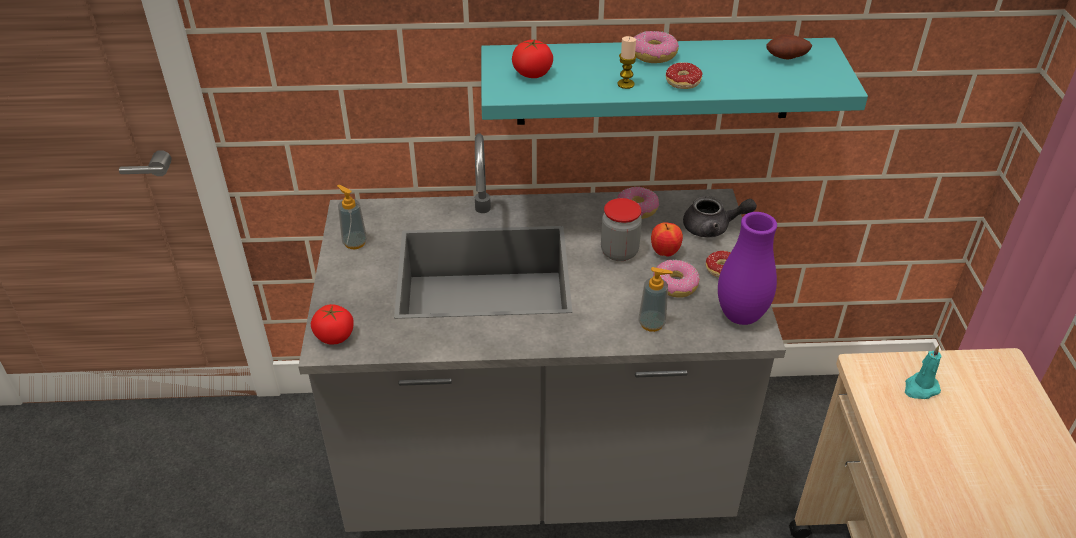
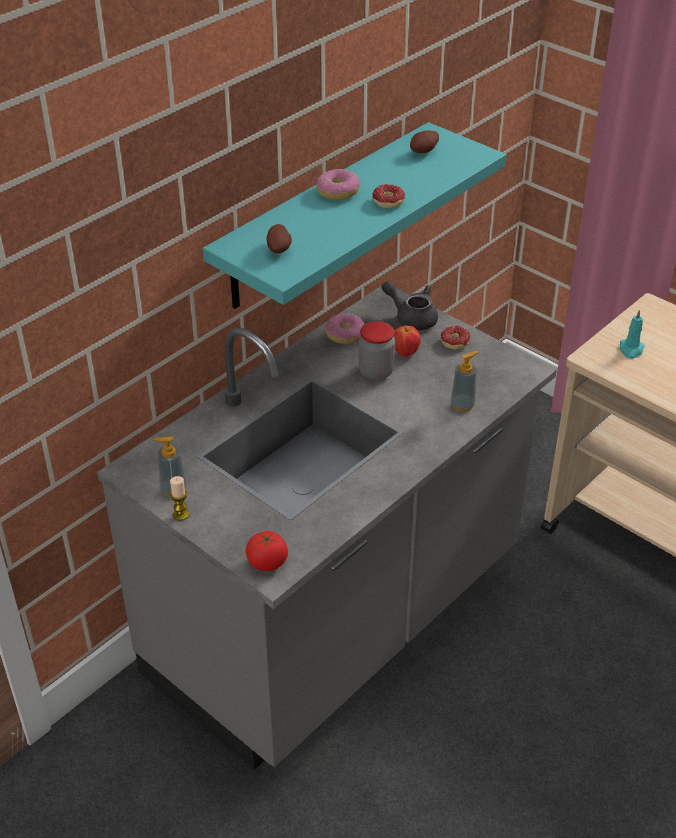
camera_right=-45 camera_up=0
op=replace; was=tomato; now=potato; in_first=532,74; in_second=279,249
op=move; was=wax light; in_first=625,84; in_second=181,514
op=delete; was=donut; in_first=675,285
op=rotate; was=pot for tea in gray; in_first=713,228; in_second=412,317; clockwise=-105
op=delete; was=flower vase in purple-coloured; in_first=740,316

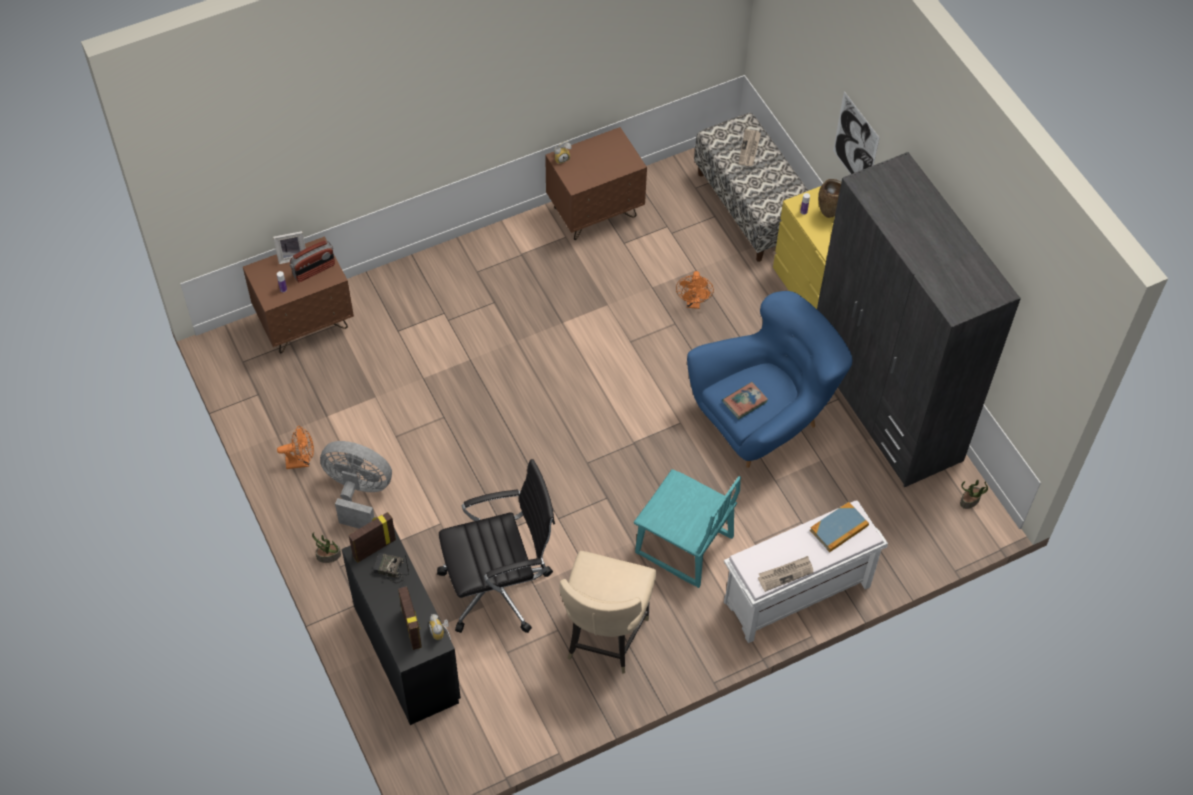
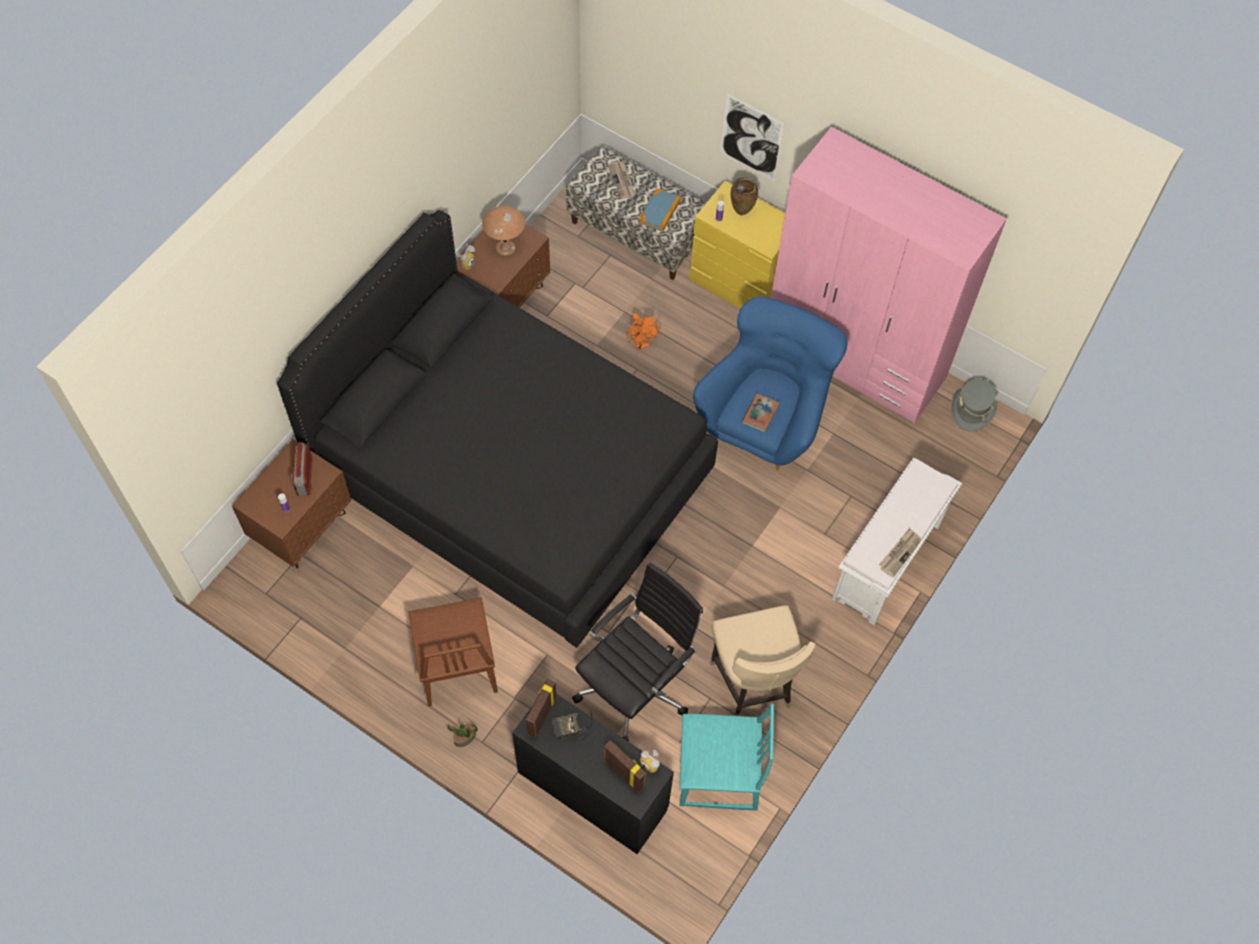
camera_right=-30 camera_up=5
op=delete; was=picture frame; in_first=292,256
op=delete; was=electric fan in orange-coloured; in_first=301,461
op=rotate; was=radio; in_first=314,270; in_second=304,476; clockwise=150
op=replace; was=electric fan in gray; now=upright chair in brown; in_first=358,494; in_second=455,665
op=move; was=upright chair in turquoise-coloured; in_first=683,546; in_second=719,774
op=move; was=bound book; in_first=839,528; in_second=659,211
op=recolor; was=clothes cupboard in gray; now=clothes cupboard in pink-coloured; in_first=884,404; in_second=854,358
op=replace; was=potted plant; now=wearable hat in gray; in_first=970,501; in_second=972,410
op=insert; now=sleeping bed in blackish; in_second=512,475
op=insert; now=tabletop lamp in brown; in_second=506,248

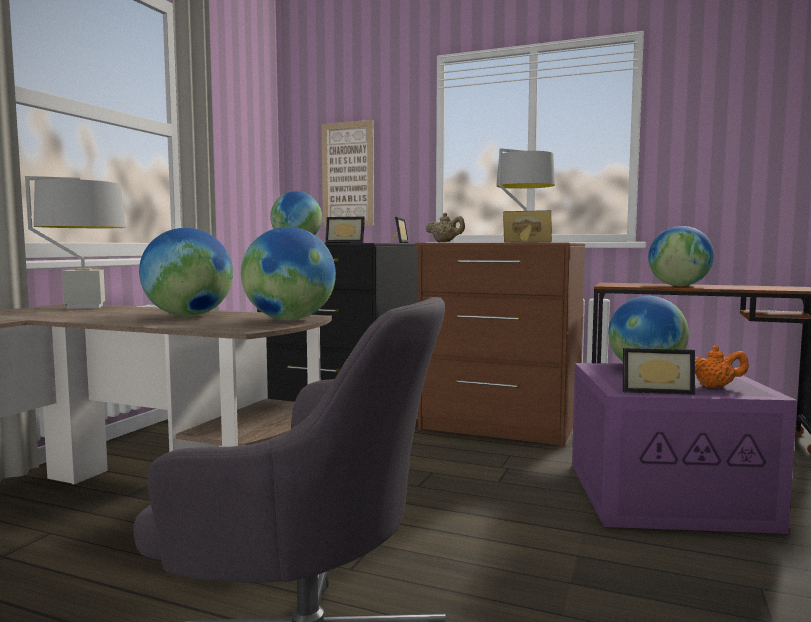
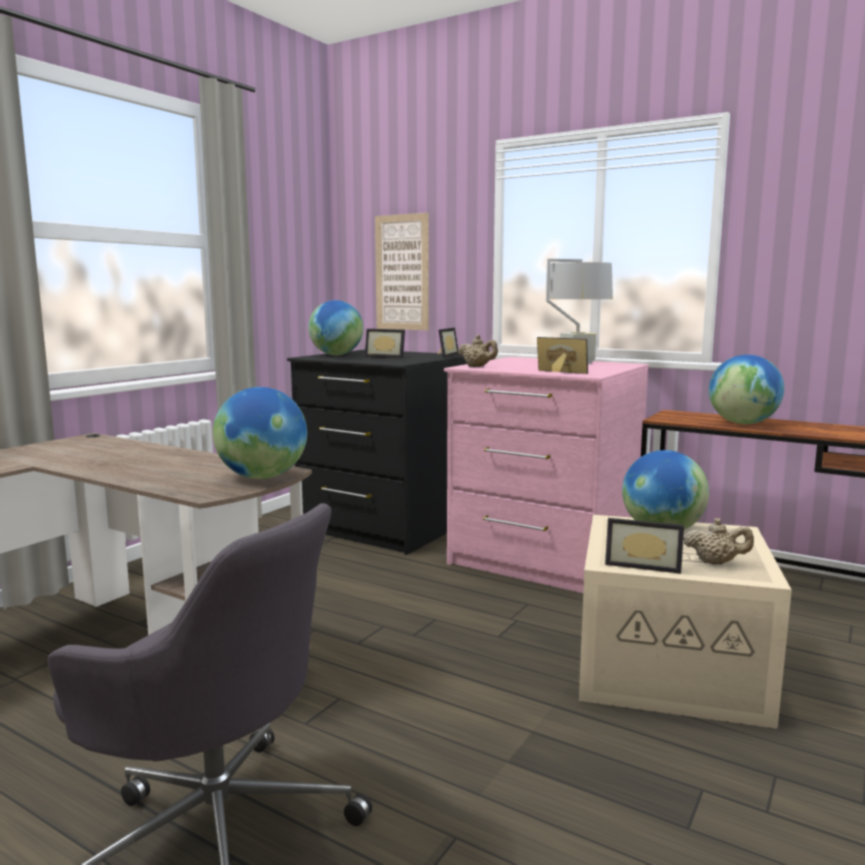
camera_right=10 camera_up=5
op=delete; was=tabletop lamp in gray; in_first=84,307
op=delete; was=world globe; in_first=188,316
op=recolor; was=drawer chest in brown; now=drawer chest in pink-coloured; in_first=502,421; in_second=542,558
op=recolor; was=storage container in purple-coloured; now=storage container in beige; in_first=667,493; in_second=672,666
op=recolor; was=pot for tea in orange-coloured; now=pot for tea in beige; in_first=715,387; in_second=716,563

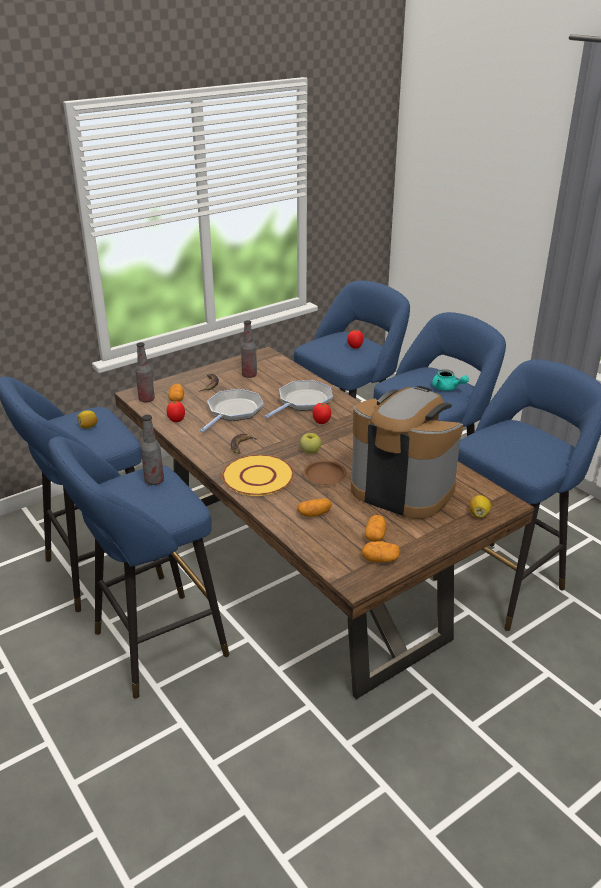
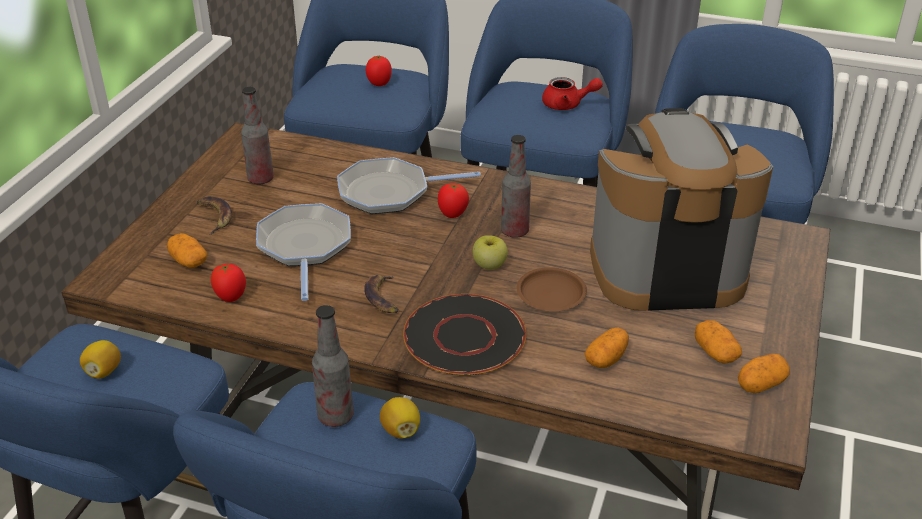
camera_right=-35 camera_up=5
op=move; was=bottle; in_first=146,399; in_second=514,231
op=recolor; was=flat dish in yellow-coloured; now=flat dish in blackish; in_first=257,477; in_second=463,337
op=rotate; was=pan; in_first=303,401; in_second=389,192; clockwise=-105
op=recolor; was=pot for tea in turquoise-coloured; now=pot for tea in reddish; in_first=447,388; in_second=567,105
op=move; was=citrus fruit; in_first=478,514; in_second=401,430

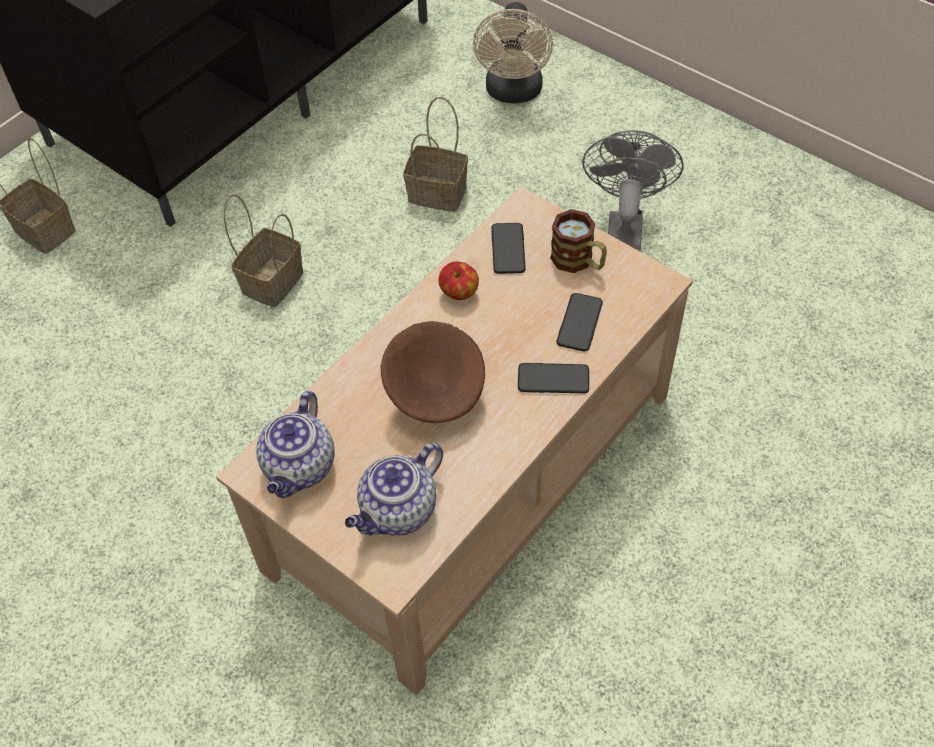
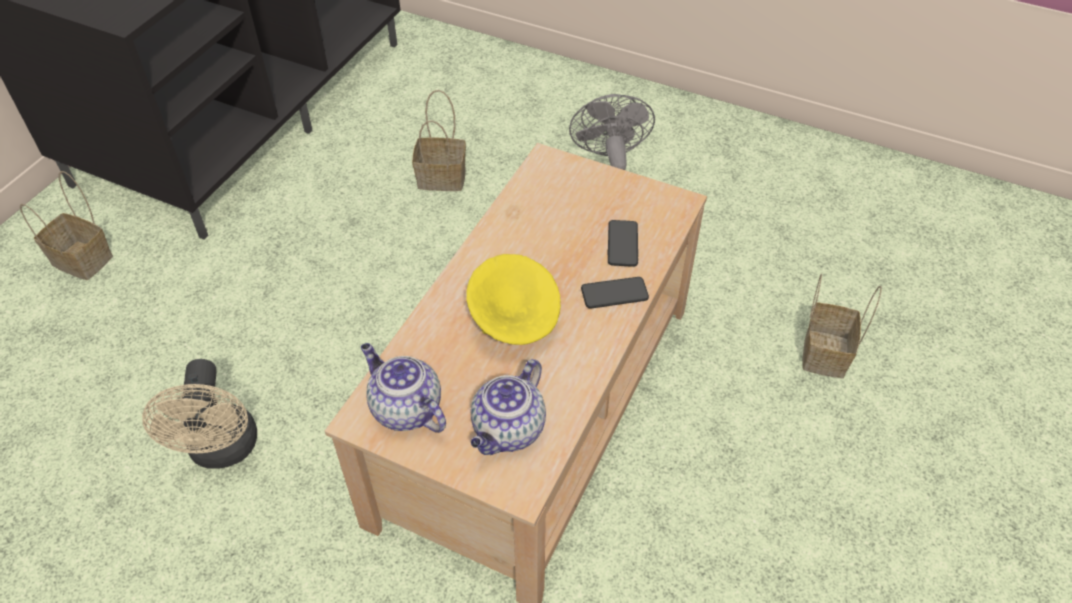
camera_right=-15 camera_up=-5
op=move; was=basket; in_first=272,280; in_second=824,352
op=rotate; was=pot for tea; in_first=300,468; in_second=405,409; clockwise=135
op=recolor; was=deep dish in brown; now=deep dish in yellow-coloured; in_first=436,399; in_second=515,327
op=delete; was=apple; in_first=459,293
op=move; was=electric fan in beige; in_first=513,93; in_second=223,451
op=delete; was=handset; in_first=508,249
op=delete; was=tea mug; in_first=578,261

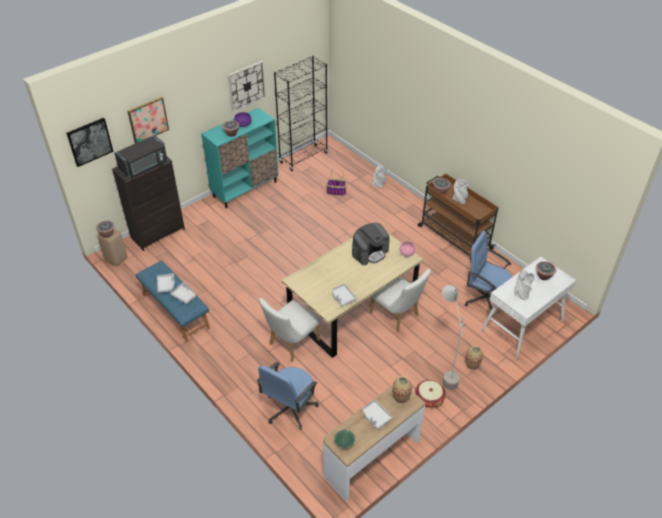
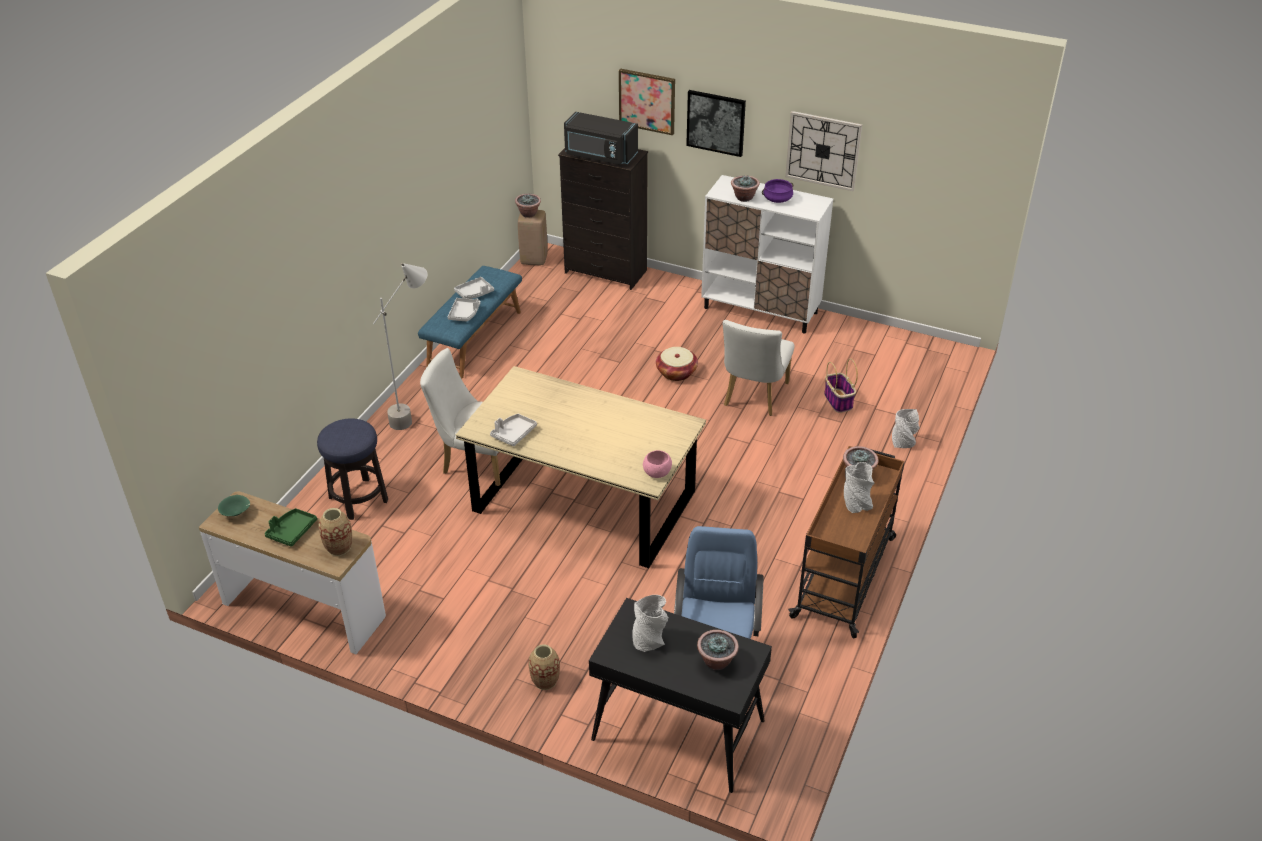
camera_right=65 camera_up=-5
op=move; was=picture; in_first=89,141; in_second=716,122
op=recolor; was=cupboard in turquoise-coloured; now=cupboard in white; in_first=245,189; in_second=761,310
op=replace; was=computer chair in bluish; now=stool; in_first=290,408; in_second=358,499
op=delete; was=bookshelf in blackish; in_first=303,158
op=delete; was=coffee maker; in_first=370,252
op=recolor; was=carrying tray in gray; now=carrying tray in green; in_first=376,417; in_second=292,531
op=move; was=upright chair in white; in_first=397,316; in_second=753,397
op=move; was=basket; in_first=429,398; in_second=676,372
op=move; was=standing lamp in gray; in_first=444,373; in_second=416,414
op=recolor; was=desk unit in white; now=desk unit in blackish; in_first=522,326; in_second=677,730

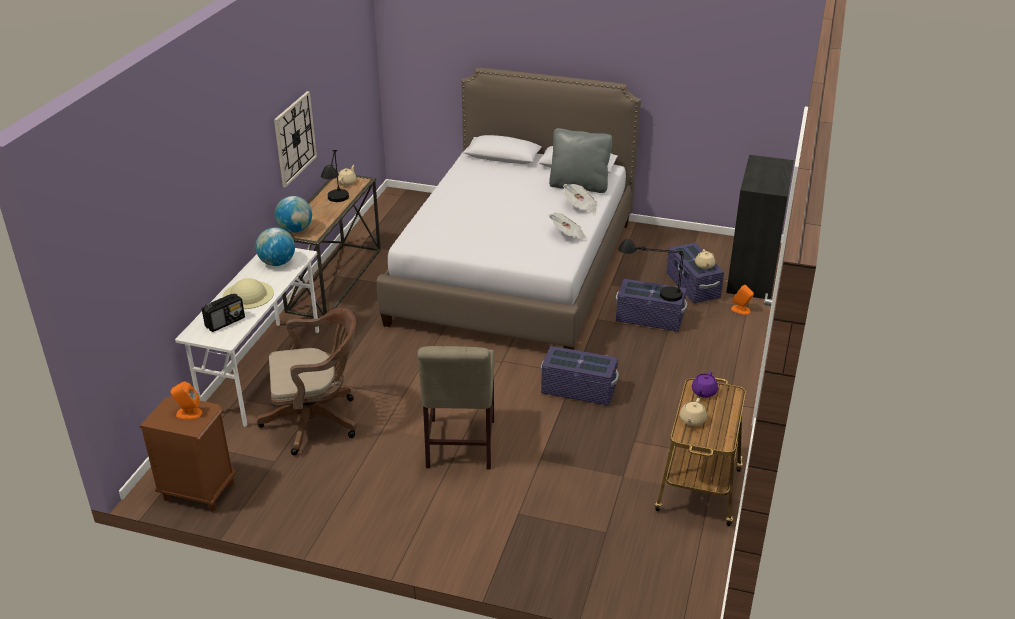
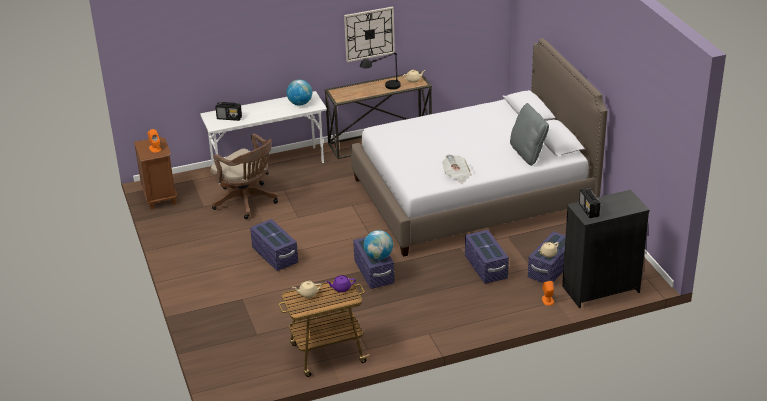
camera_right=55 camera_up=0
op=delete; was=wearable hat in beige; in_first=248,295
op=move; was=world globe; in_first=295,230; in_second=378,256
op=replace; was=upright chair in beige; now=storage container in purple-coloured; in_first=459,447; in_second=275,255
op=delete; was=printed paper; in_first=580,207
op=delete; was=tabletop lamp in blackish; in_first=651,293
op=insert; now=radio; in_second=589,210

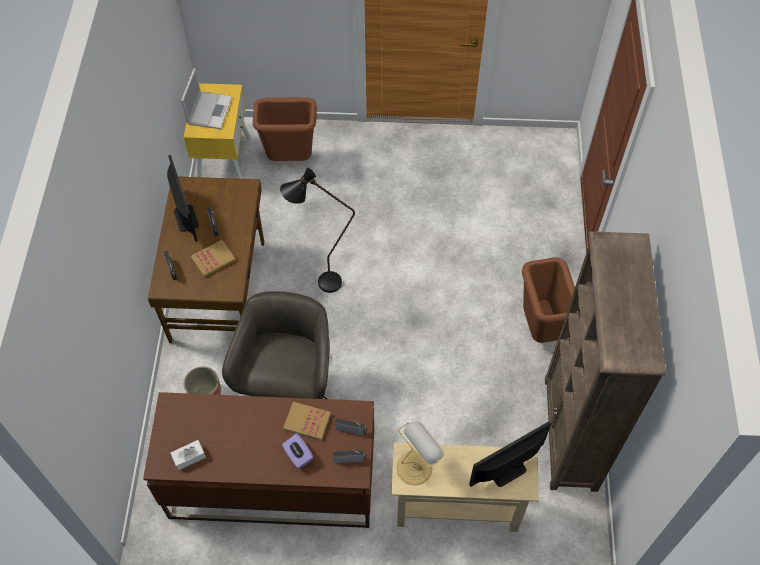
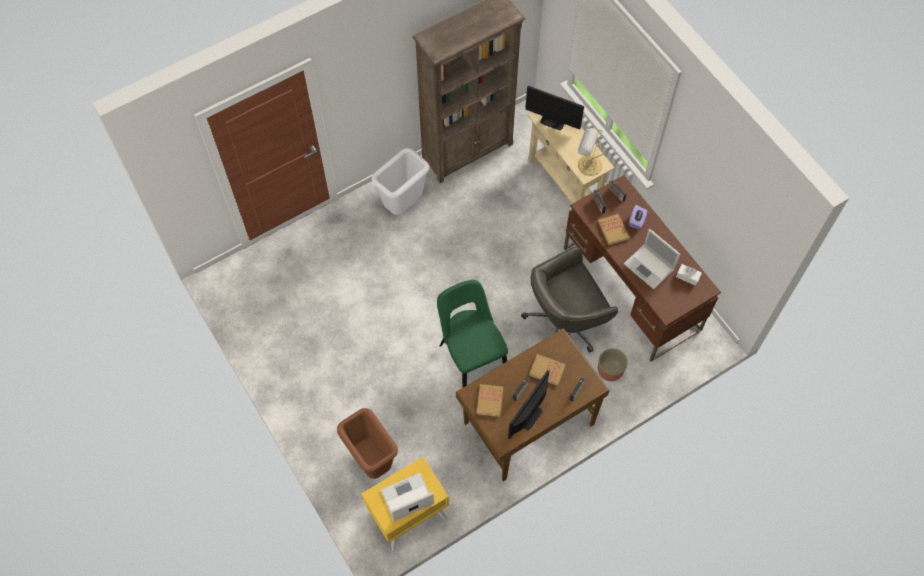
camera_right=-125 camera_up=5
op=replace; was=standing lamp in blackish; now=upright chair in green; in_first=321,285; in_second=471,357
op=recolor; was=rubbish bin in brown; now=rubbish bin in white; in_first=540,329; in_second=403,204
op=insert; now=bound book; in_second=489,401
op=insert; now=portable computer; in_second=650,267

